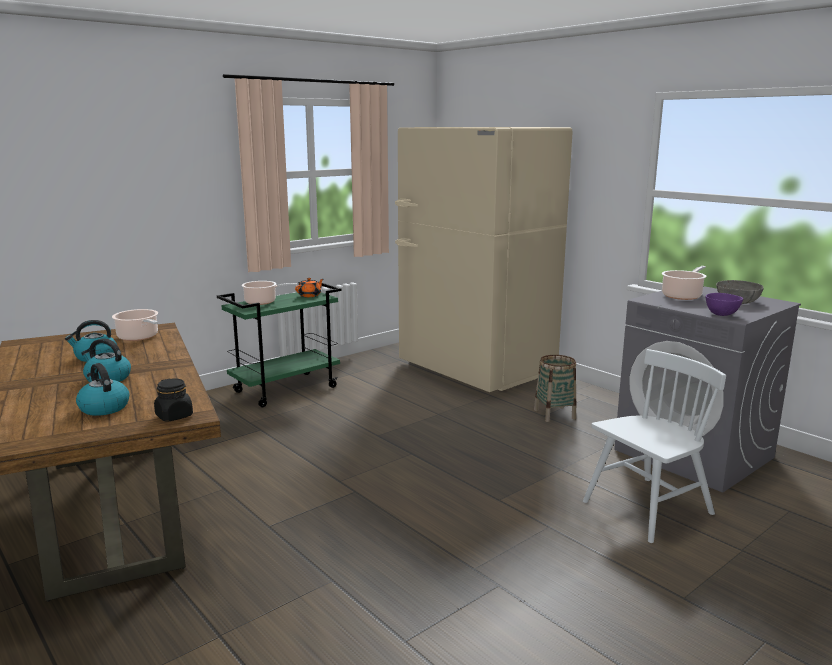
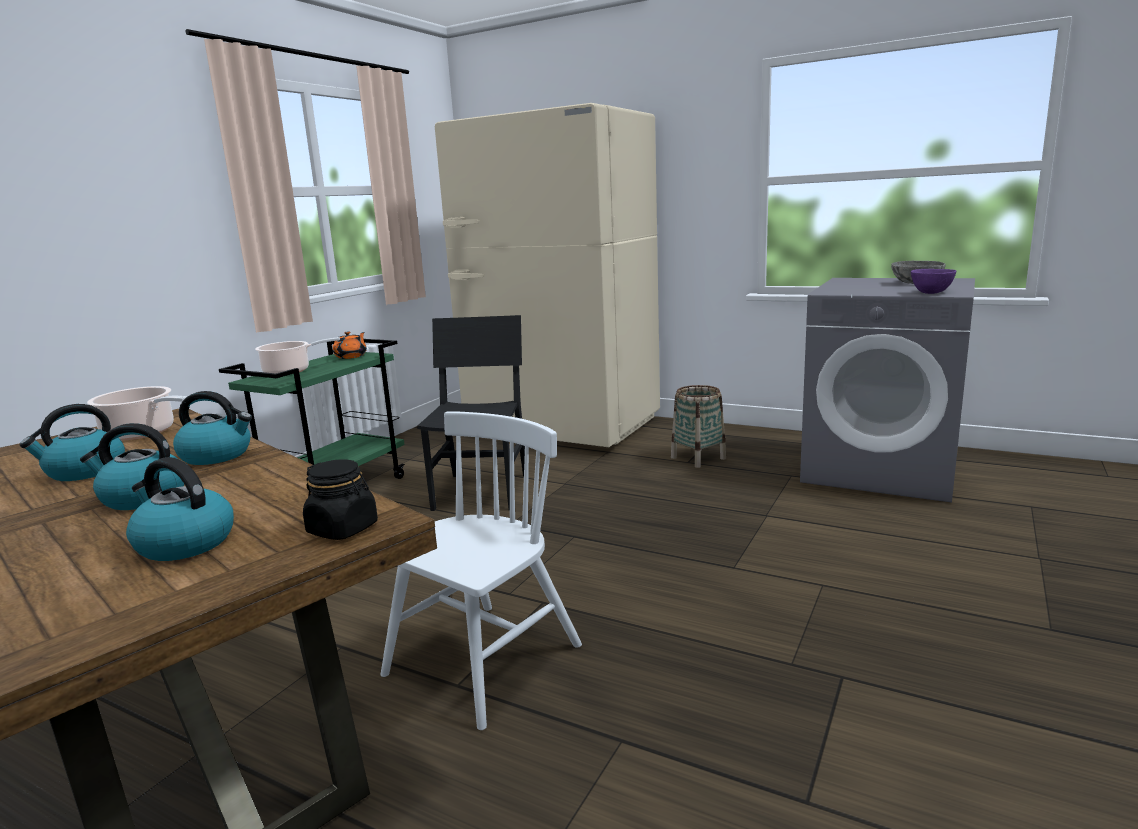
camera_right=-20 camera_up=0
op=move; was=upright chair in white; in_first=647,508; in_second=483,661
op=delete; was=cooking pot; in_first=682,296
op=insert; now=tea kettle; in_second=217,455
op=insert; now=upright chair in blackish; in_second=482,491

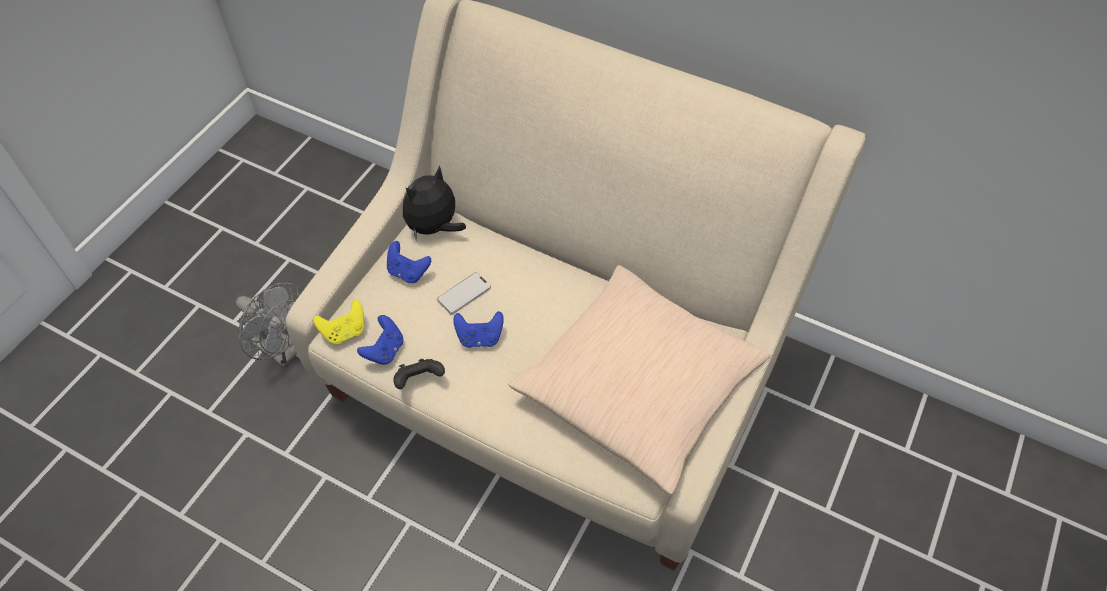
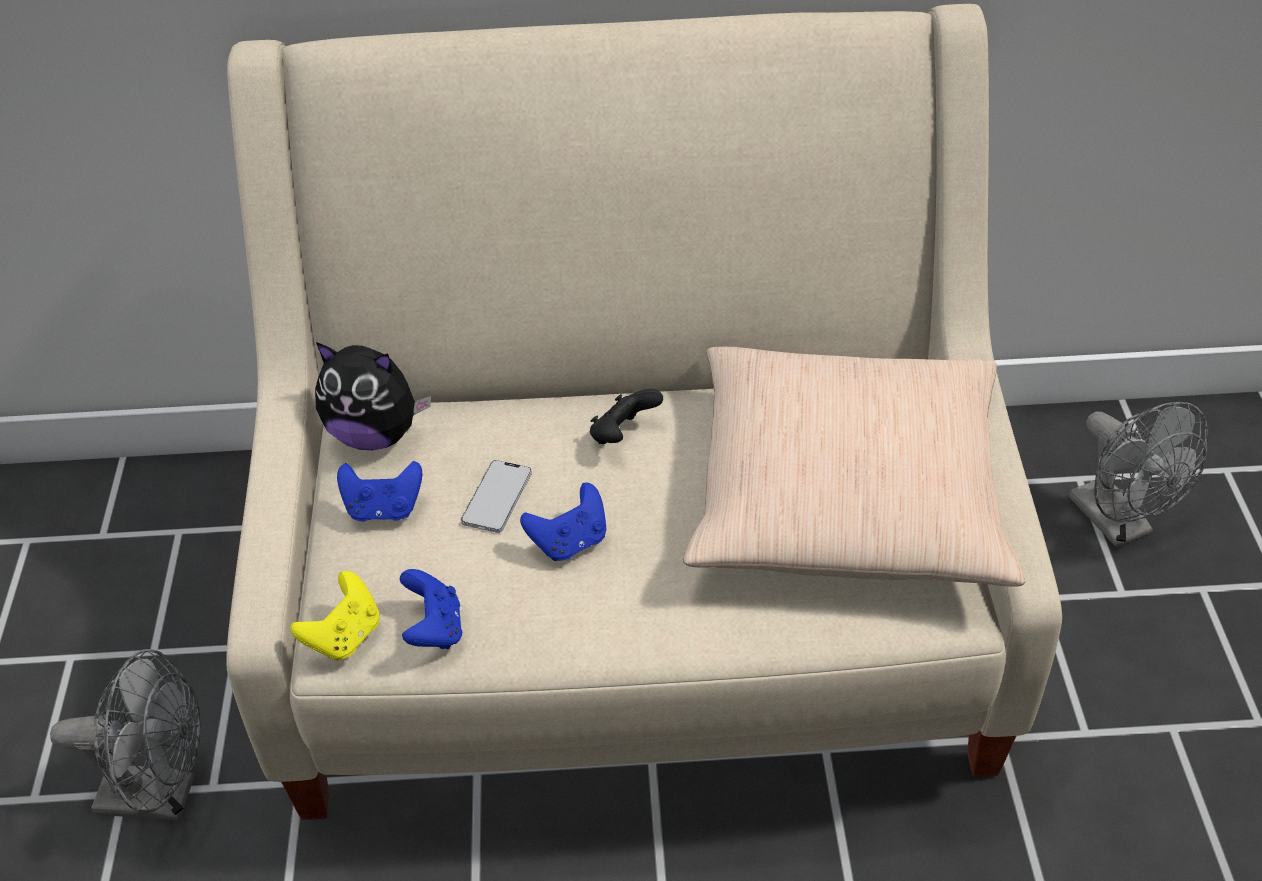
camera_right=-30 camera_up=-10
op=move; was=joypad in blackish; in_first=419,380; in_second=623,435
op=rotate; was=soft toy; in_first=434,228; in_second=375,435; clockwise=-90
op=insert; now=electric fan in gray; in_second=1119,524

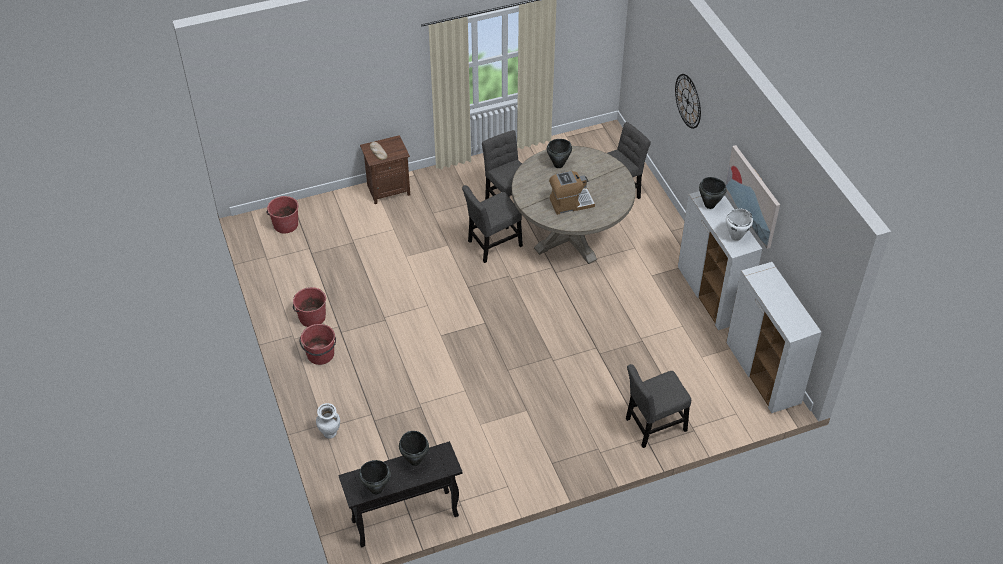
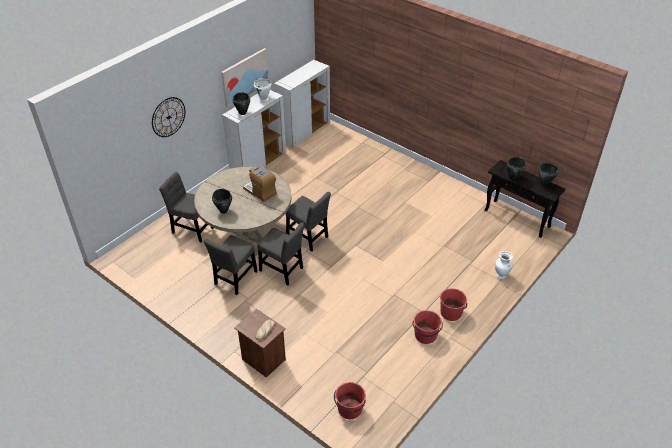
camera_right=-120 camera_up=-5
op=move; was=upright chair in gray; in_first=653,426; in_second=308,238

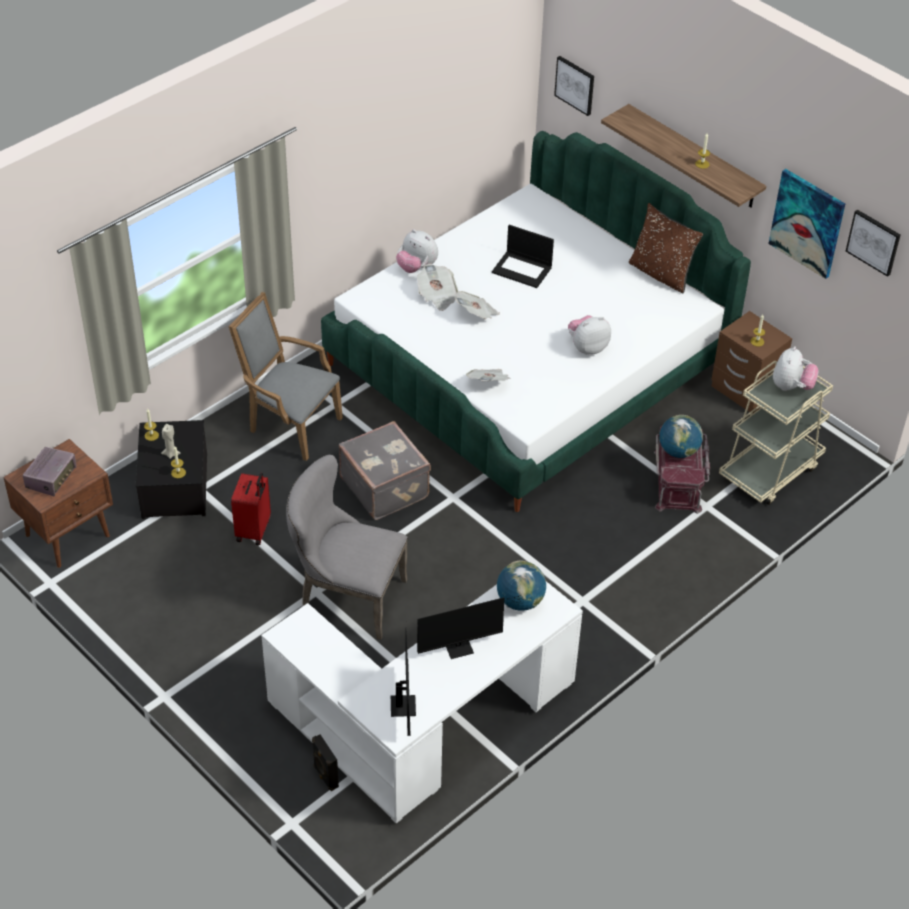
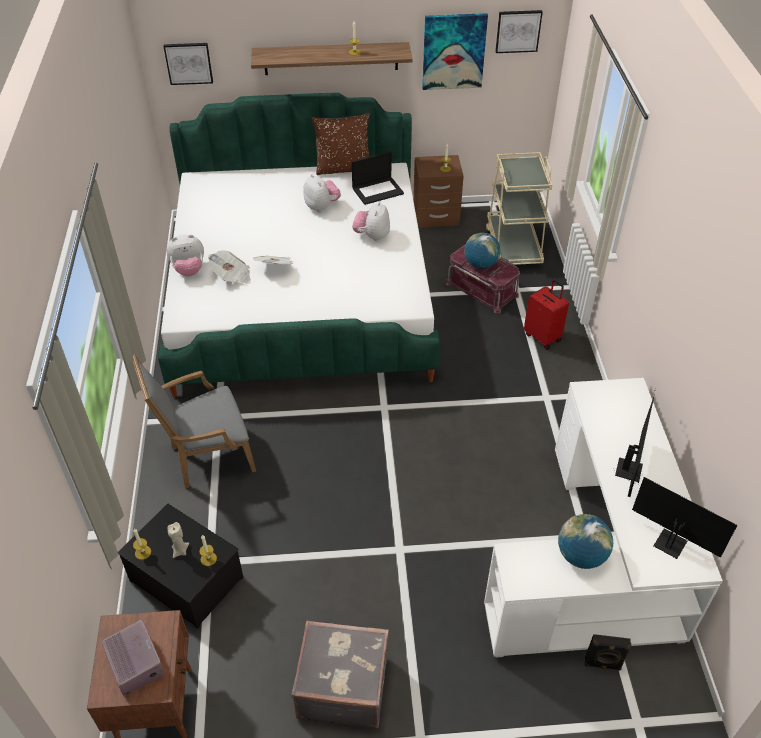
camera_right=-50 camera_up=0
op=move; was=suitcase in reddish; in_first=254,530; in_second=543,337
op=delete; was=upright chair in gray; in_first=346,596
op=move; was=suitcase in gray; in_first=385,487; in_second=342,685
op=delete; was=printed paper; in_first=488,383
op=move; was=portable computer; in_first=522,270; in_second=378,190
op=move; was=world globe; in_first=520,601; in_second=581,555
op=move; was=soft toy; in_first=791,386; in_second=322,206

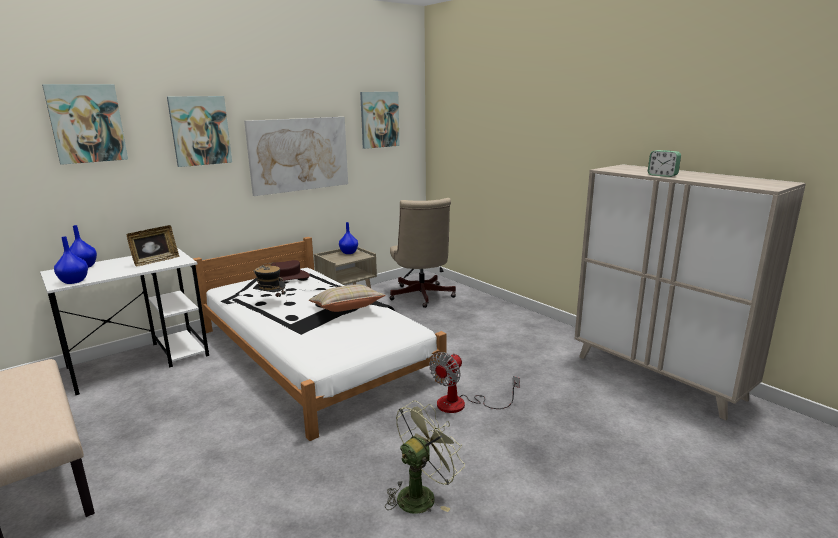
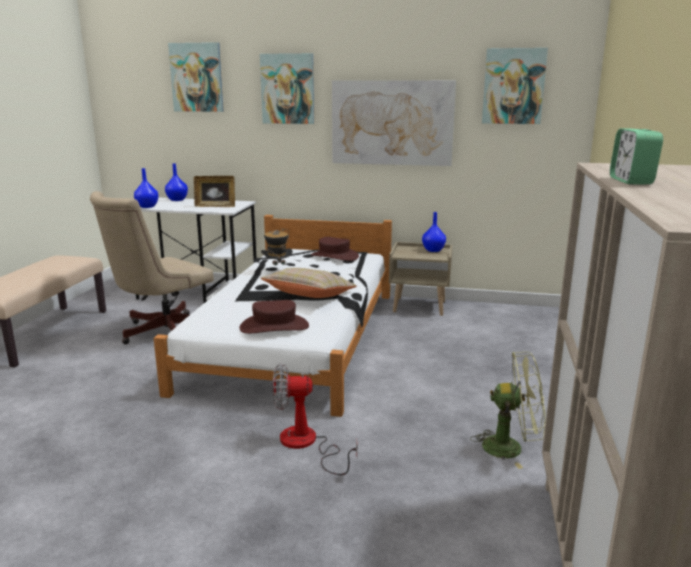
camera_right=50 camera_up=0
op=move; was=electric fan in green; in_first=421,494; in_second=511,447
op=move; was=computer chair in beige; in_first=421,297; in_second=161,333
op=insert; now=wearable hat in brown; in_second=274,326

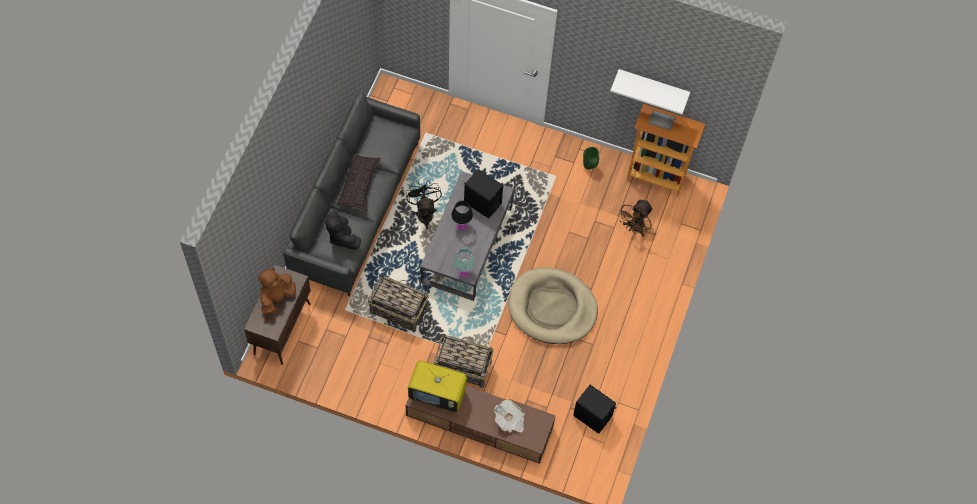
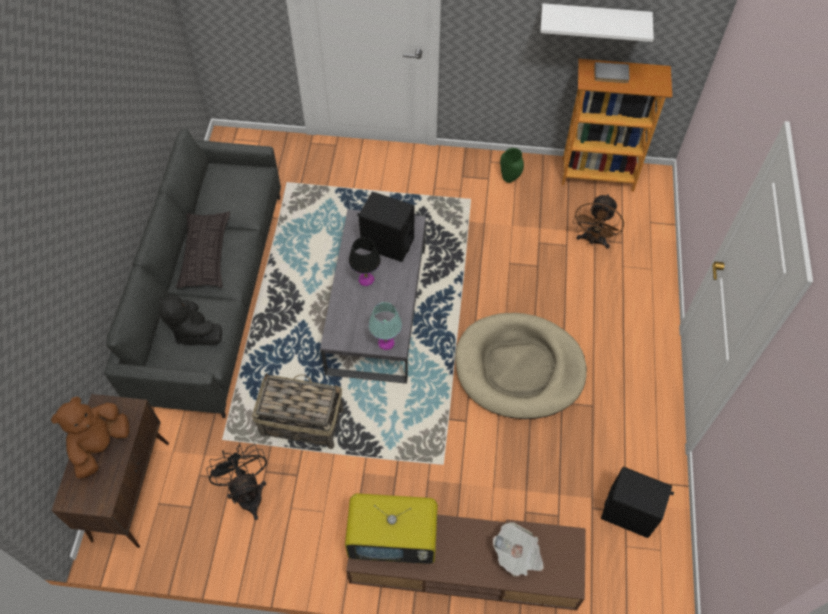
camera_right=-10 camera_up=-5
op=move; was=electric fan in blackish; in_first=424,213; in_second=248,492
op=delete; was=basket; in_first=462,367

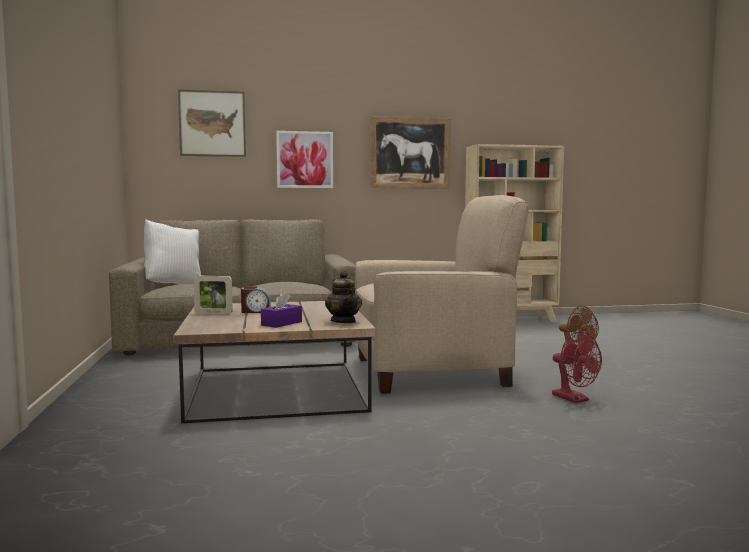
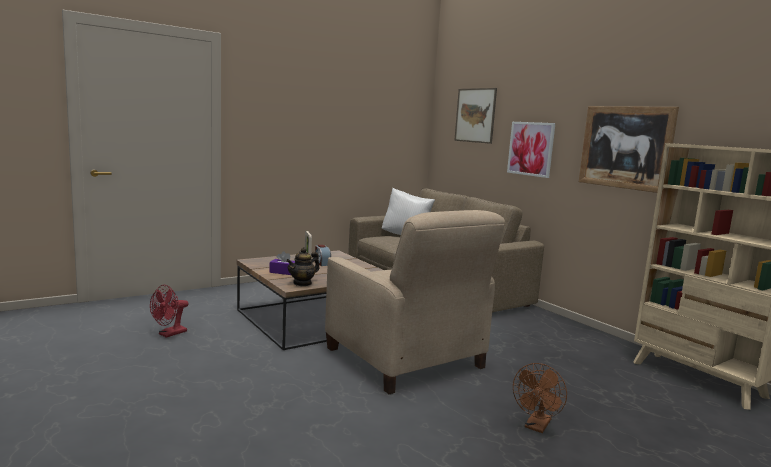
camera_right=65 camera_up=5
op=move; was=electric fan in reddish; in_first=574,399; in_second=169,334

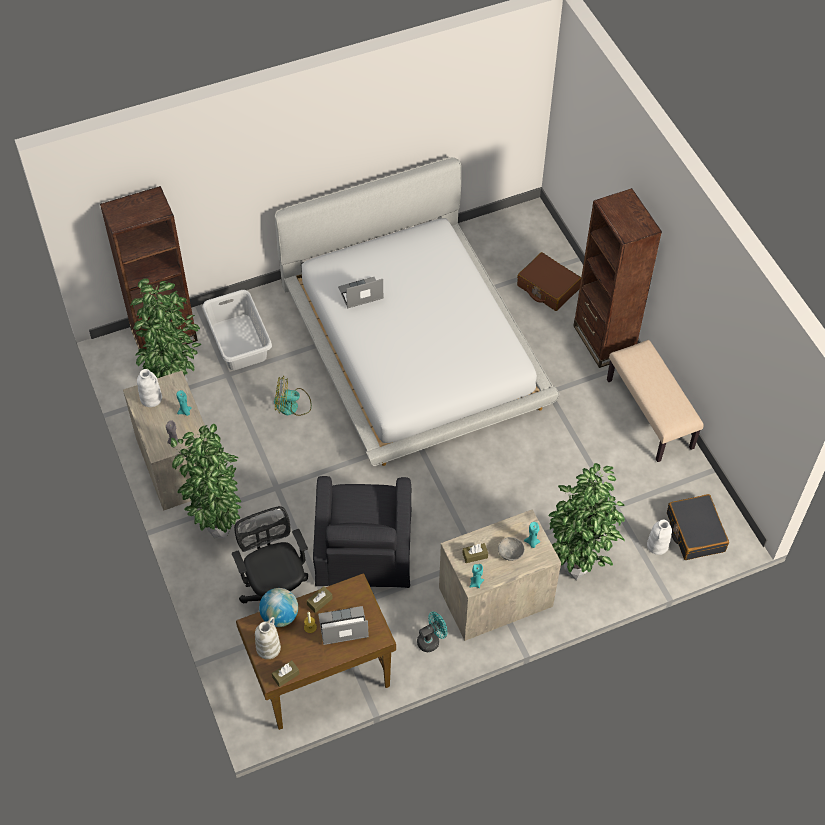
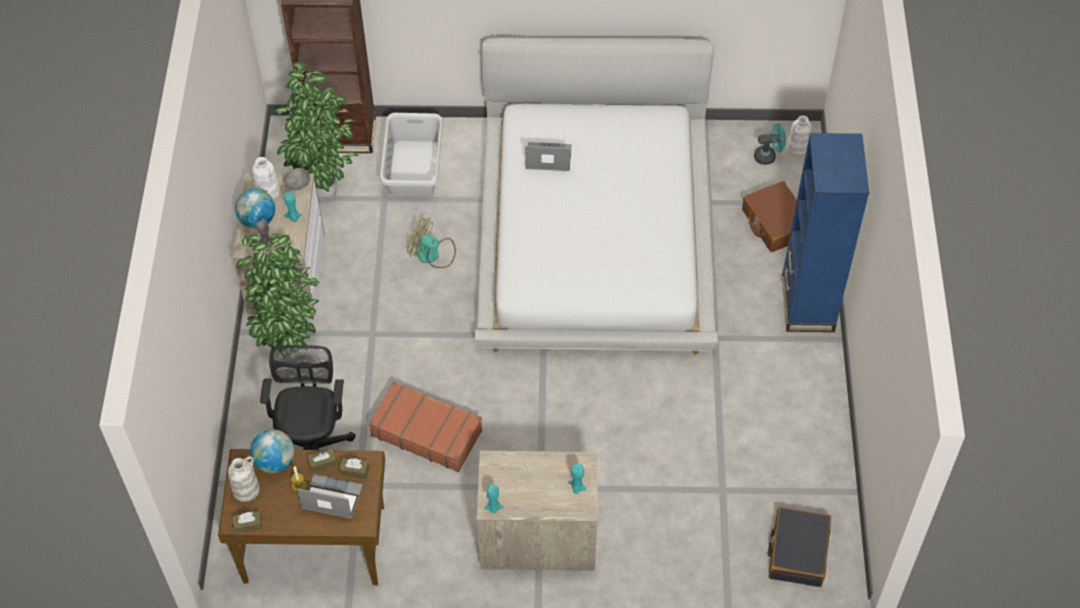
camera_right=25 camera_up=0
op=replace; was=armchair in blackish; now=suitcase in brown; in_first=363,550; in_second=426,432
op=move; was=electric fan in turquoise-coloured; in_first=431,640; in_second=768,156
op=move; was=box of tissues in brown; in_first=475,555; in_second=354,471
op=move; was=deep dish in gray; in_first=511,553; in_second=298,184
op=delete; was=potted plant; in_first=577,568
op=recolor; was=bookshelf in brown; now=bookshelf in bluish; in_first=603,340; in_second=807,303
op=delete; was=indoor bench in beige; in_first=650,414
op=move; was=flower vase in white; in_first=657,546; in_second=797,148
op=insert; now=world globe; in_second=257,220

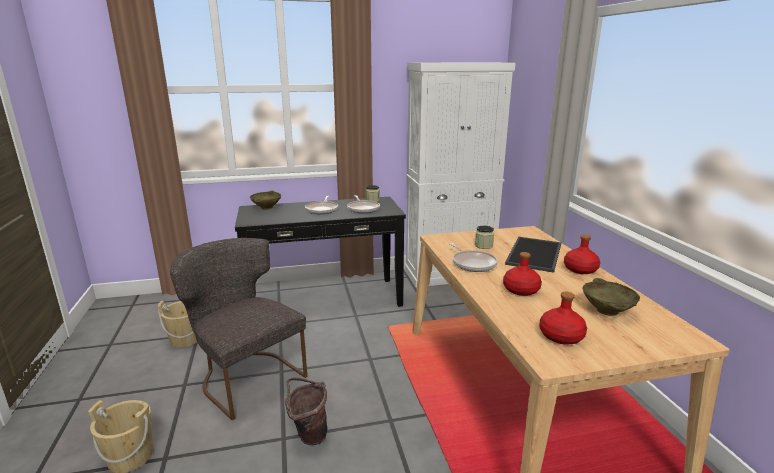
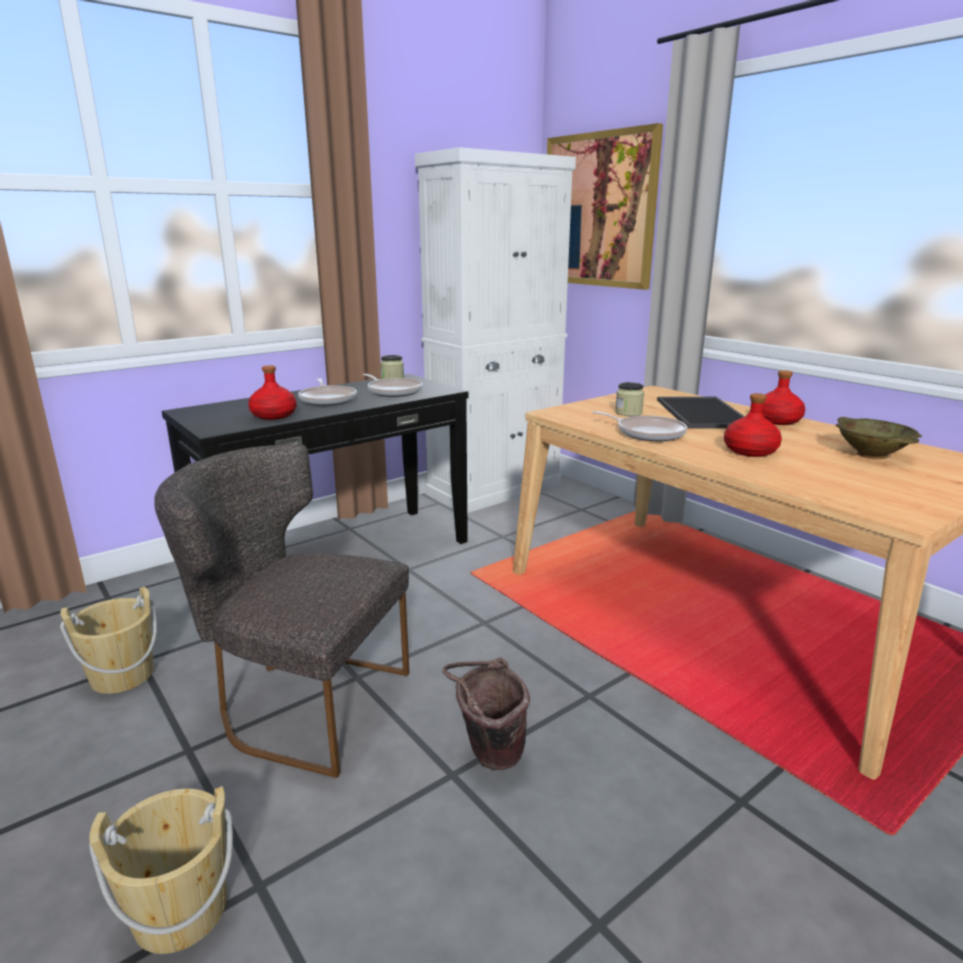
camera_right=-25 camera_up=0
op=delete; was=deep dish in beige; in_first=266,207
op=move; was=bottle in reddish; in_first=561,336; in_second=274,415
op=insert; now=picture; in_second=598,210

